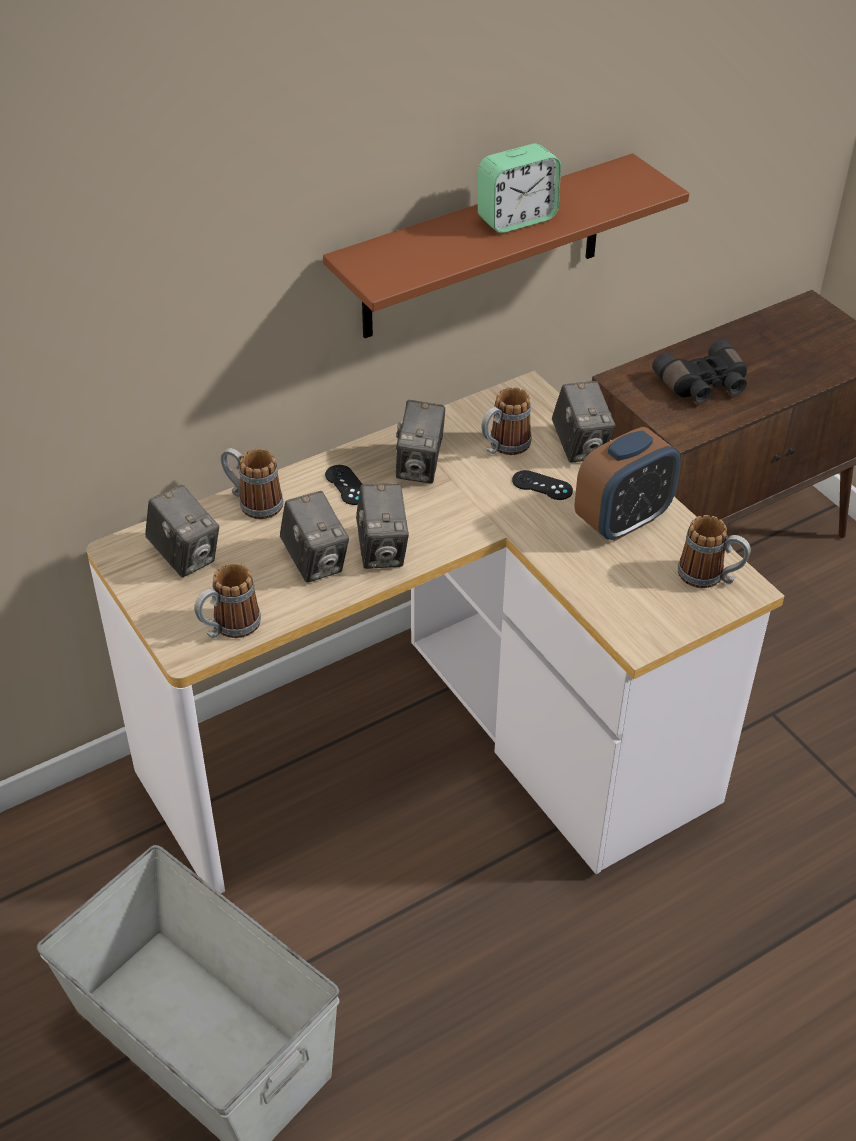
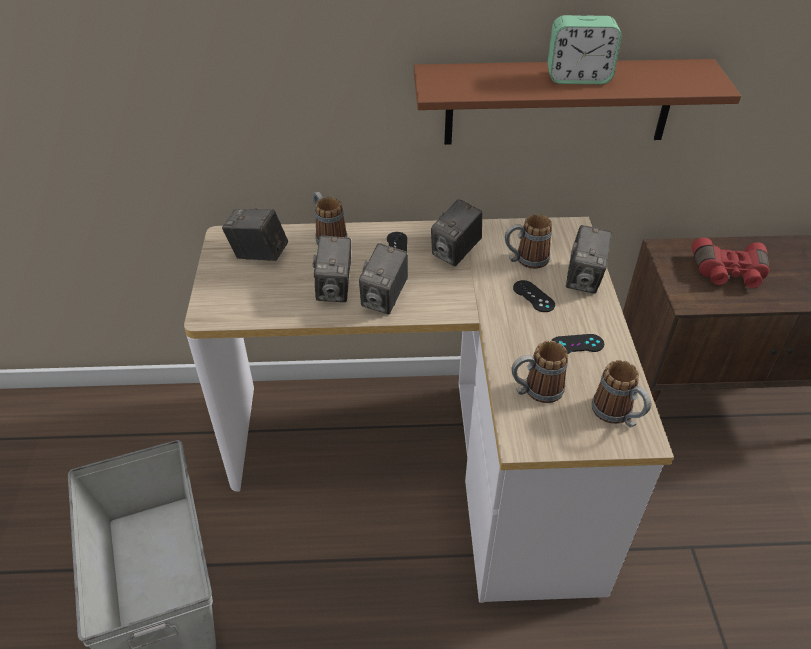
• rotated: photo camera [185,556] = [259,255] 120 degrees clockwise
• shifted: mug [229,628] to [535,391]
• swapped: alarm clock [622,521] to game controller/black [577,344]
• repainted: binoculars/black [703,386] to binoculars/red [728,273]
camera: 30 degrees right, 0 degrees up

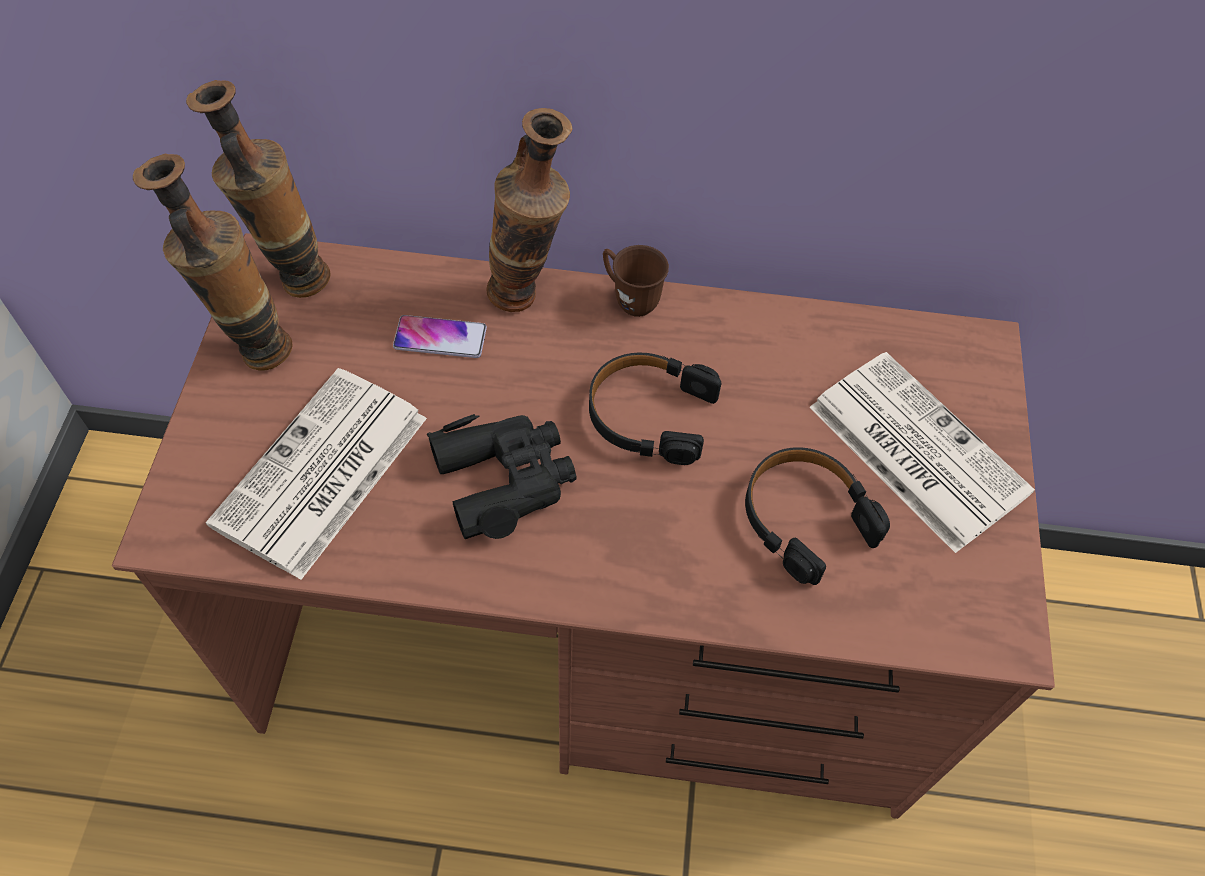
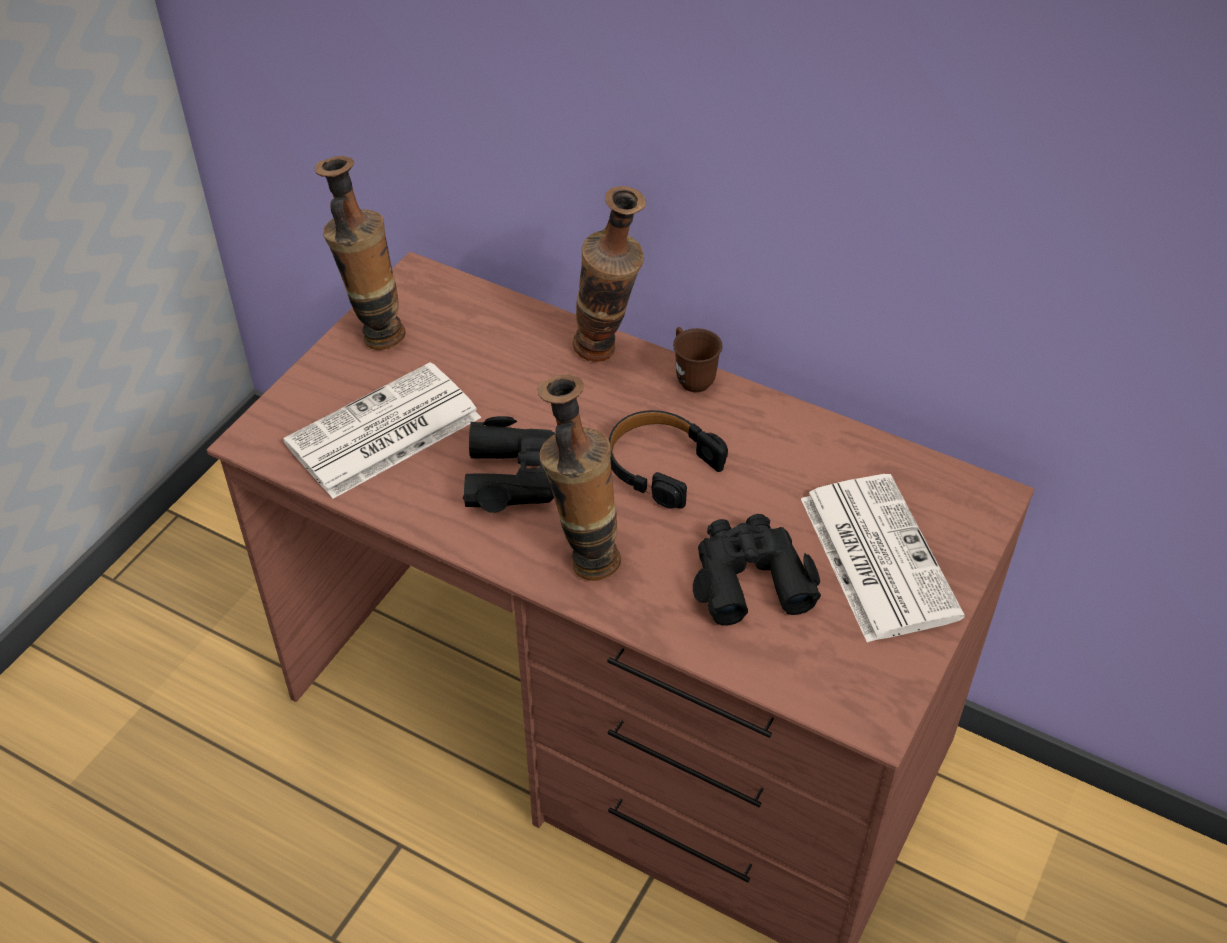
• shifted: vase [291,278] to [583,556]
• gone: phone [440,338]
• swapped: headphones/black [805,518] to binoculars/black [749,577]
camera: 25 degrees right, 10 degrees down

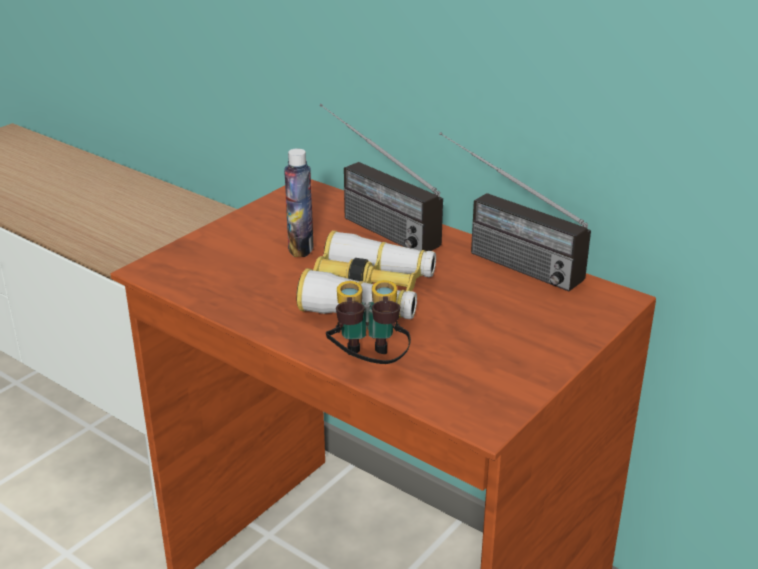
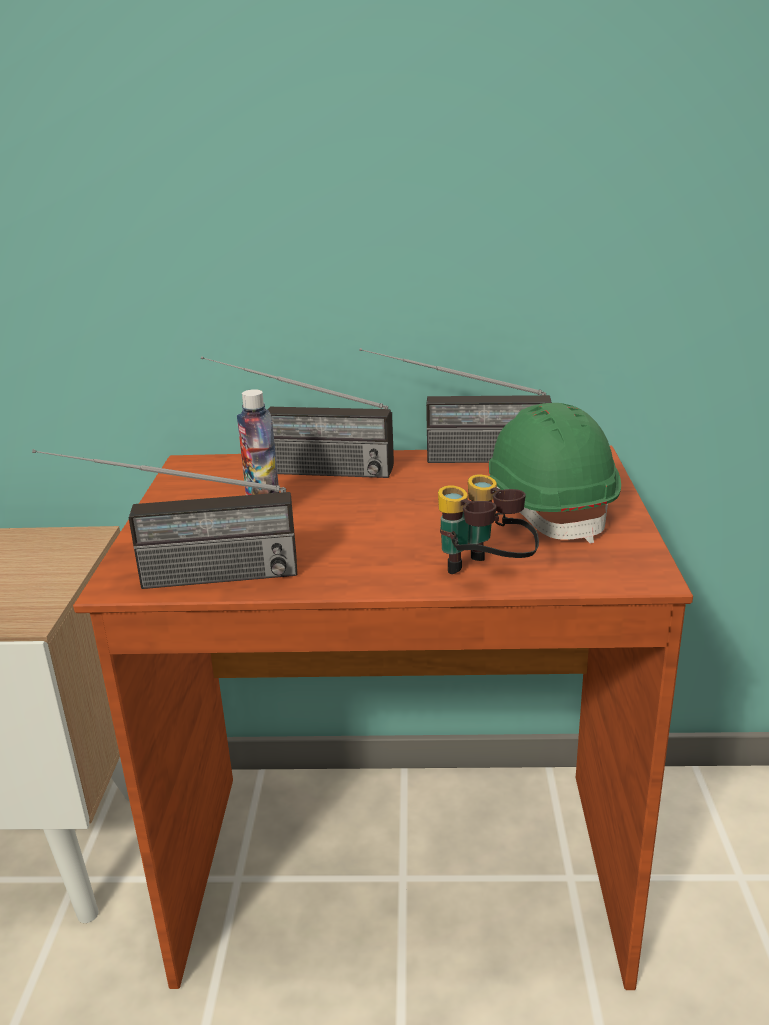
• gone: binoculars [369,294]
• new: radio [178,579]
• new: hard hat/green [546,508]
camera: 35 degrees left, 5 degrees down

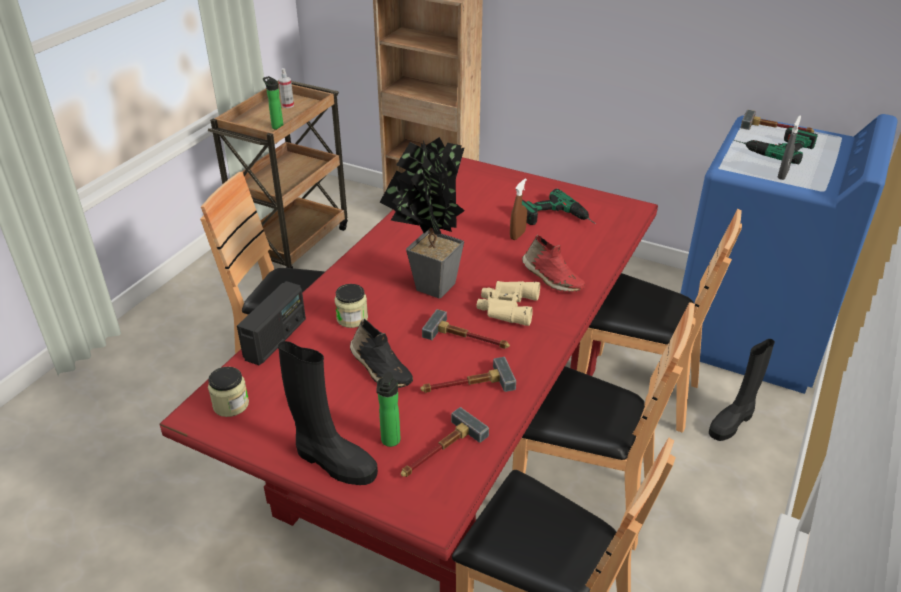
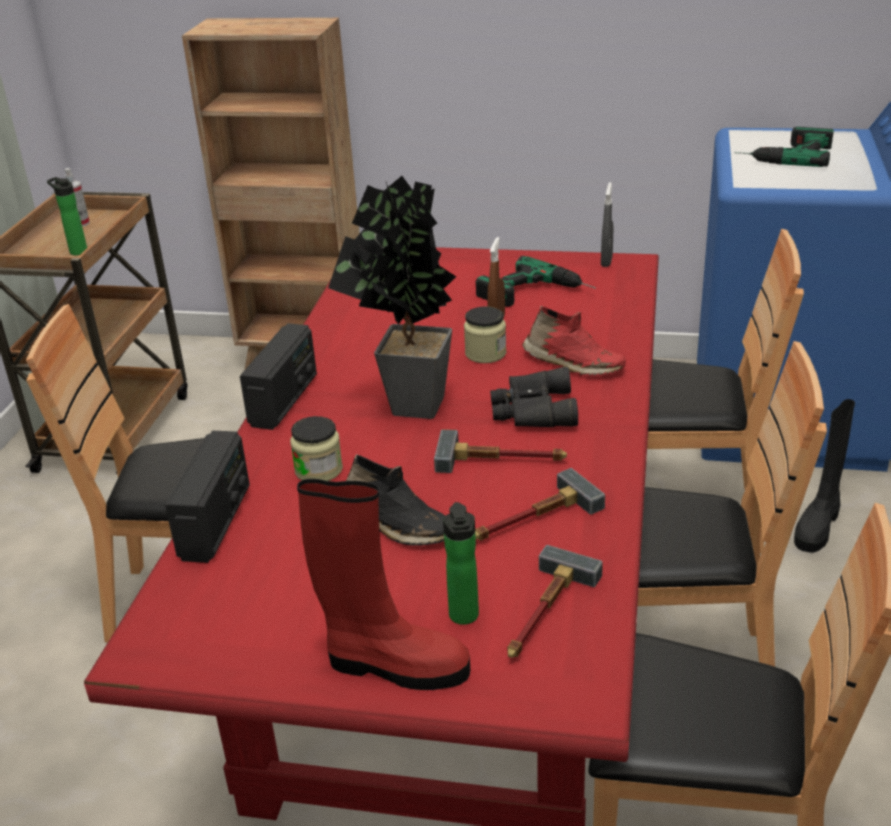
• shifted: jar [231,405] to [485,353]
• repainted: boot/black [333,462] to boot/red [394,666]
• repainted: binoculars/beige [506,307] to binoculars/black [532,410]
• gone: hammer [777,129]
• shifted: spray bottle/grey [782,175] to [606,261]
• new: radio [284,400]
camera: 15 degrees left, 5 degrees down

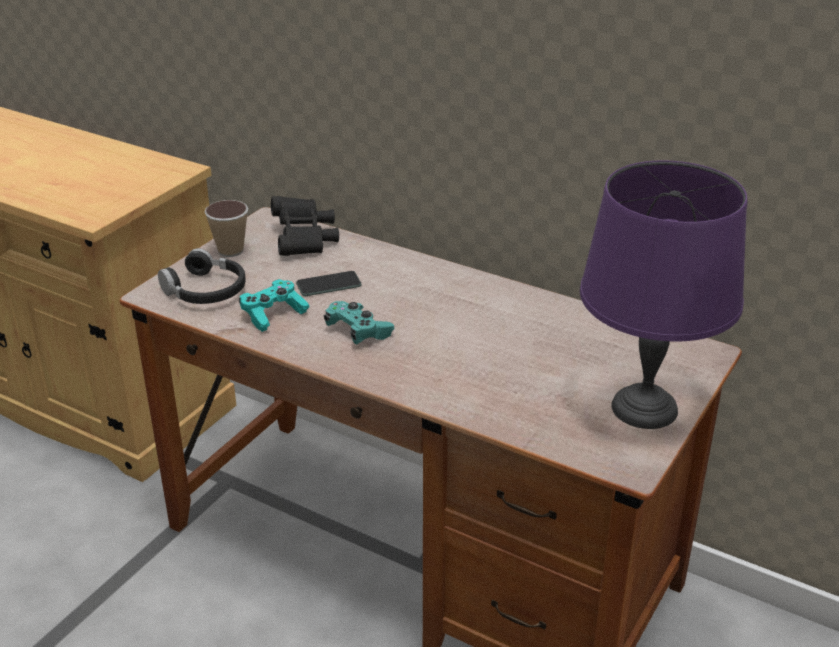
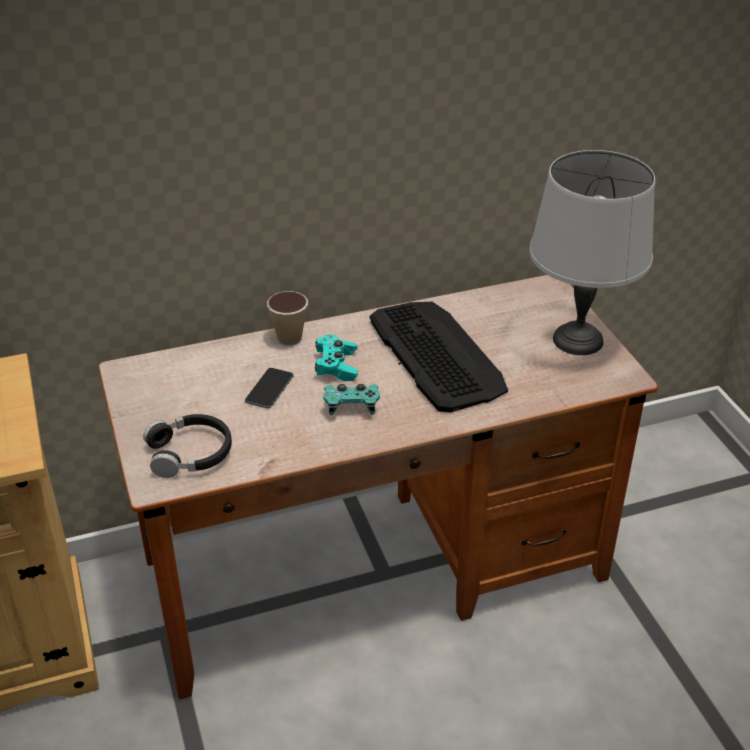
• shifted: cup [230,250] to [289,338]
• shifted: game controller/turquoise [273,314] to [336,366]
• gone: binoculars/black [304,240]
• repainted: table lamp/purple [642,408] to table lamp/grey [577,341]
• new: keyboard [436,354]
camera: 50 degrees left, 5 degrees up

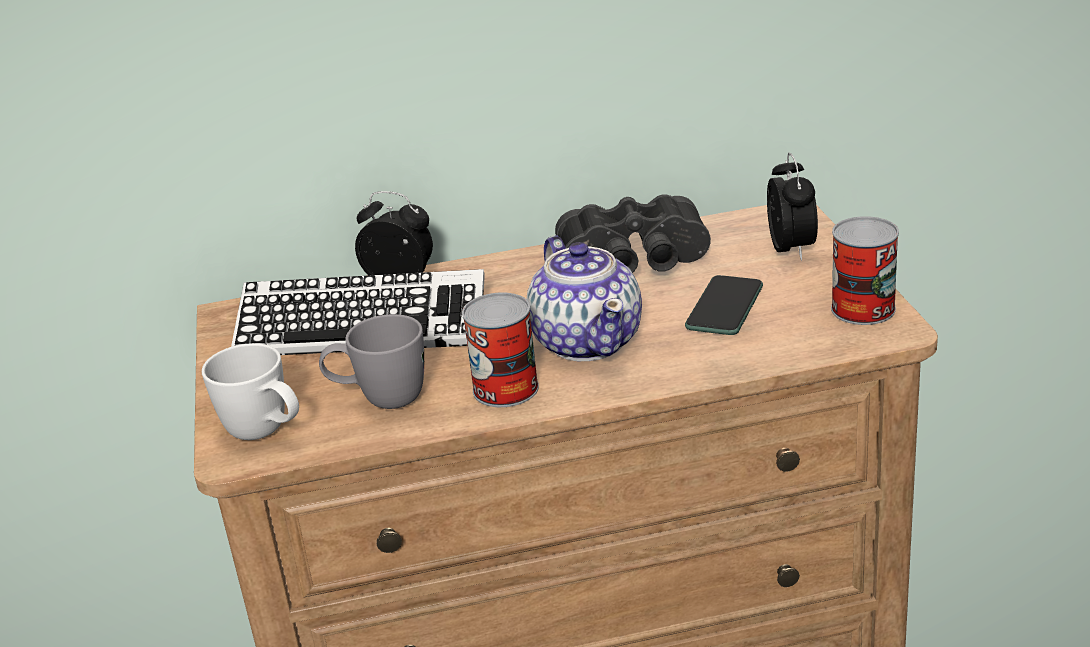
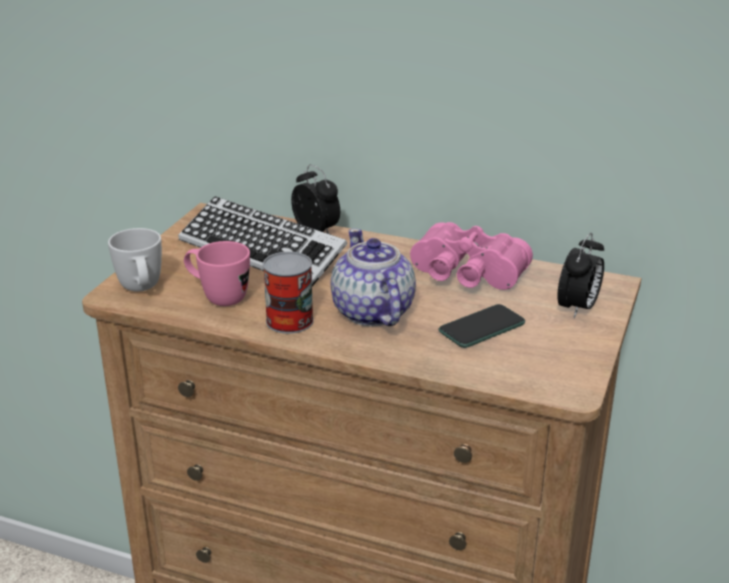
• repainted: mug/grey [380,400] to mug/pink [217,297]
• rotated: teapot [588,341] = [372,313] 150 degrees clockwise
• repainted: binoculars/black [635,262] to binoculars/pink [466,275]
• gone: can [863,309]
camera: 30 degrees right, 0 degrees up

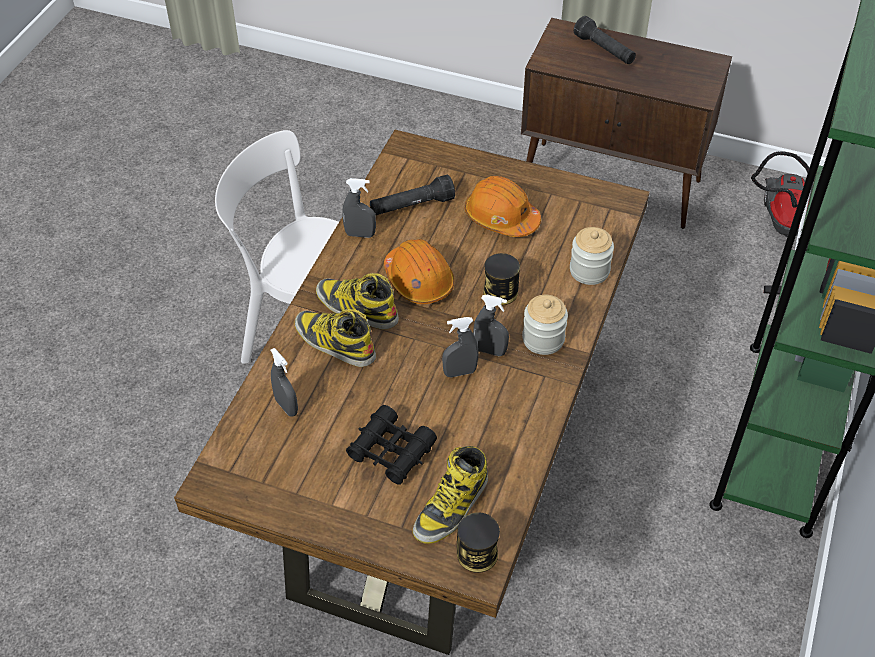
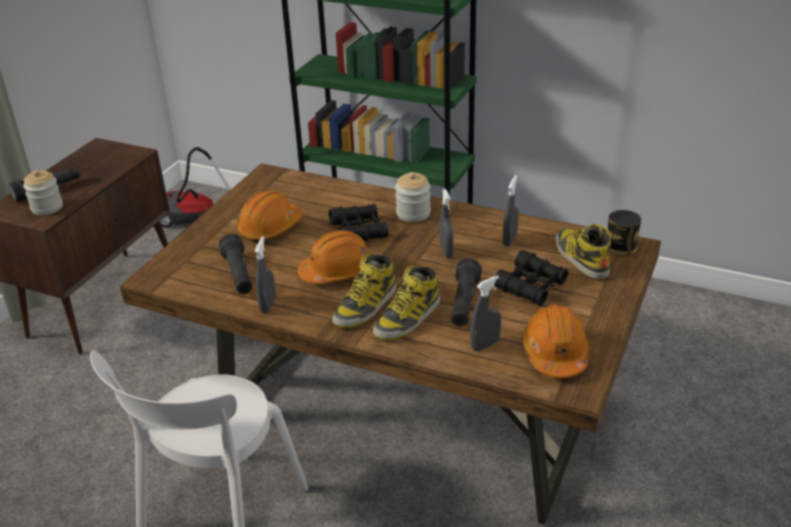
• rotated: boot [451,506] = [580,257] 150 degrees counterclockwise
• shifted: spray bottle/grey [490,350] to [509,240]
• swapped: can [500,292] to binoculars/black [359,231]
• shifted: jar [589,271] to [47,208]
• new: flashlight/black [464,303]
• new: hard hat/orange [555,353]
camera: 85 degrees left, 15 degrees down

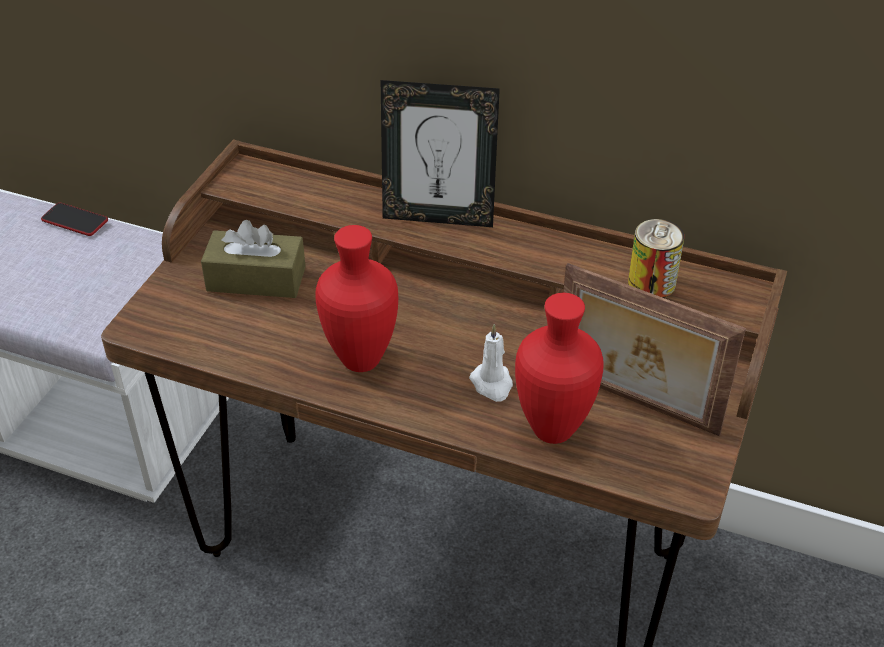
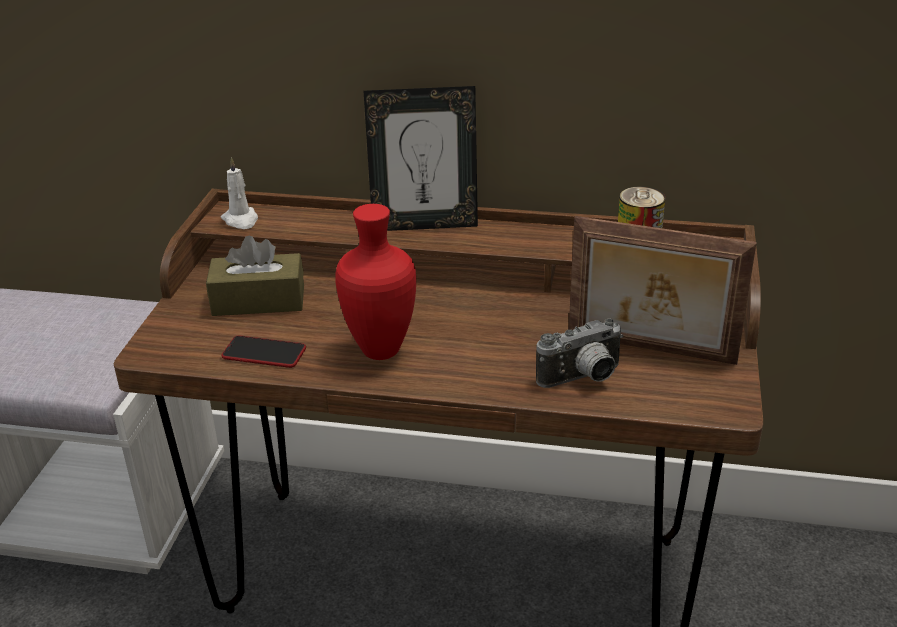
• shifted: phone [75,220] to [264,353]
• shifted: candle/white [492,384] to [241,220]
• swapped: vase/red [554,428] to photo camera [583,379]
camera: 10 degrees left, 10 degrees down

